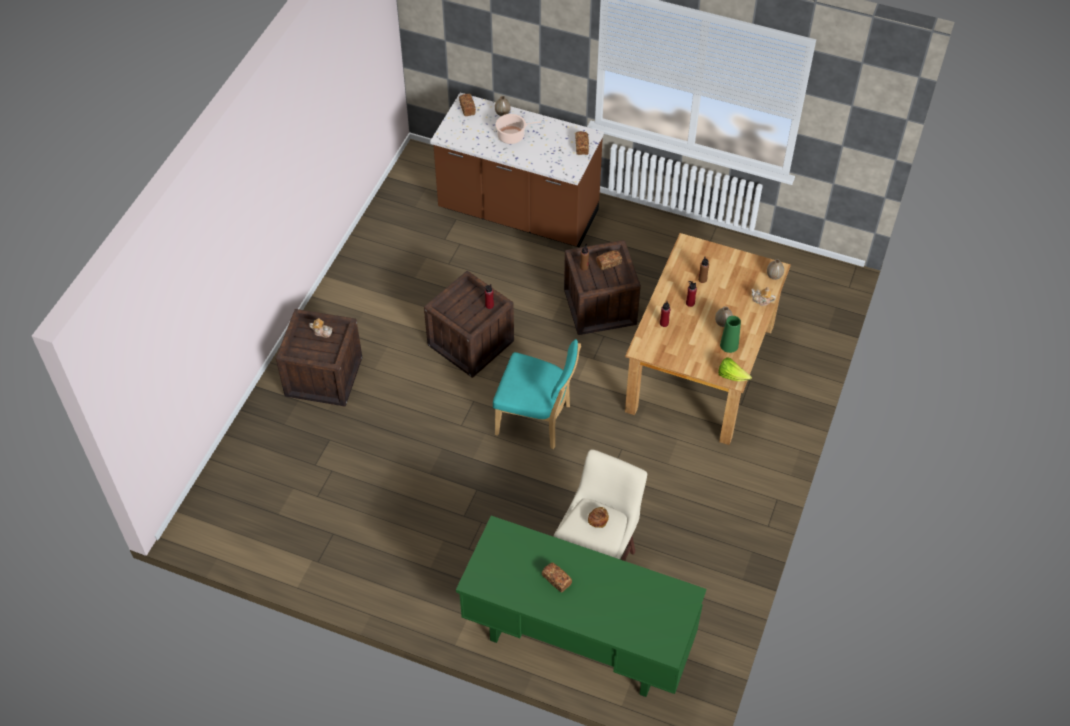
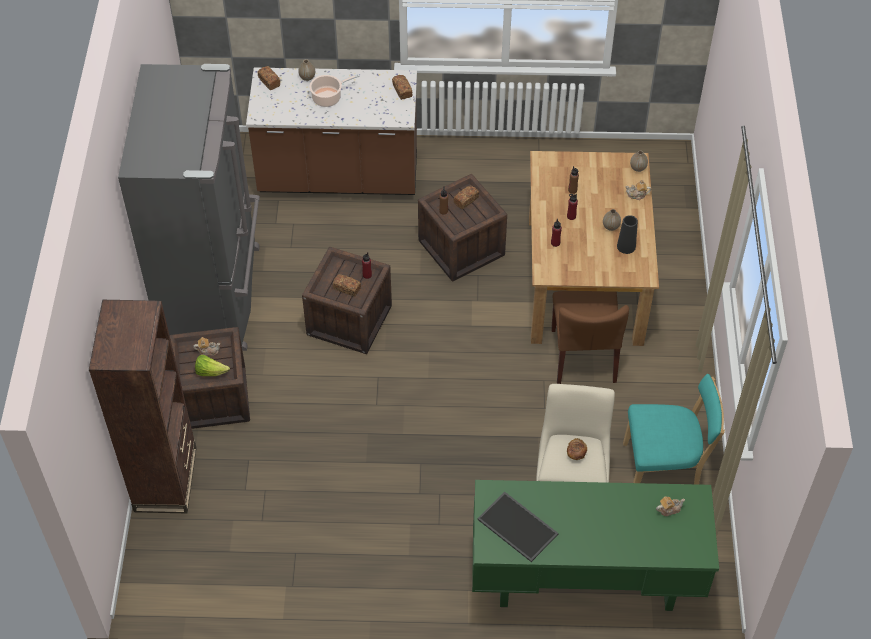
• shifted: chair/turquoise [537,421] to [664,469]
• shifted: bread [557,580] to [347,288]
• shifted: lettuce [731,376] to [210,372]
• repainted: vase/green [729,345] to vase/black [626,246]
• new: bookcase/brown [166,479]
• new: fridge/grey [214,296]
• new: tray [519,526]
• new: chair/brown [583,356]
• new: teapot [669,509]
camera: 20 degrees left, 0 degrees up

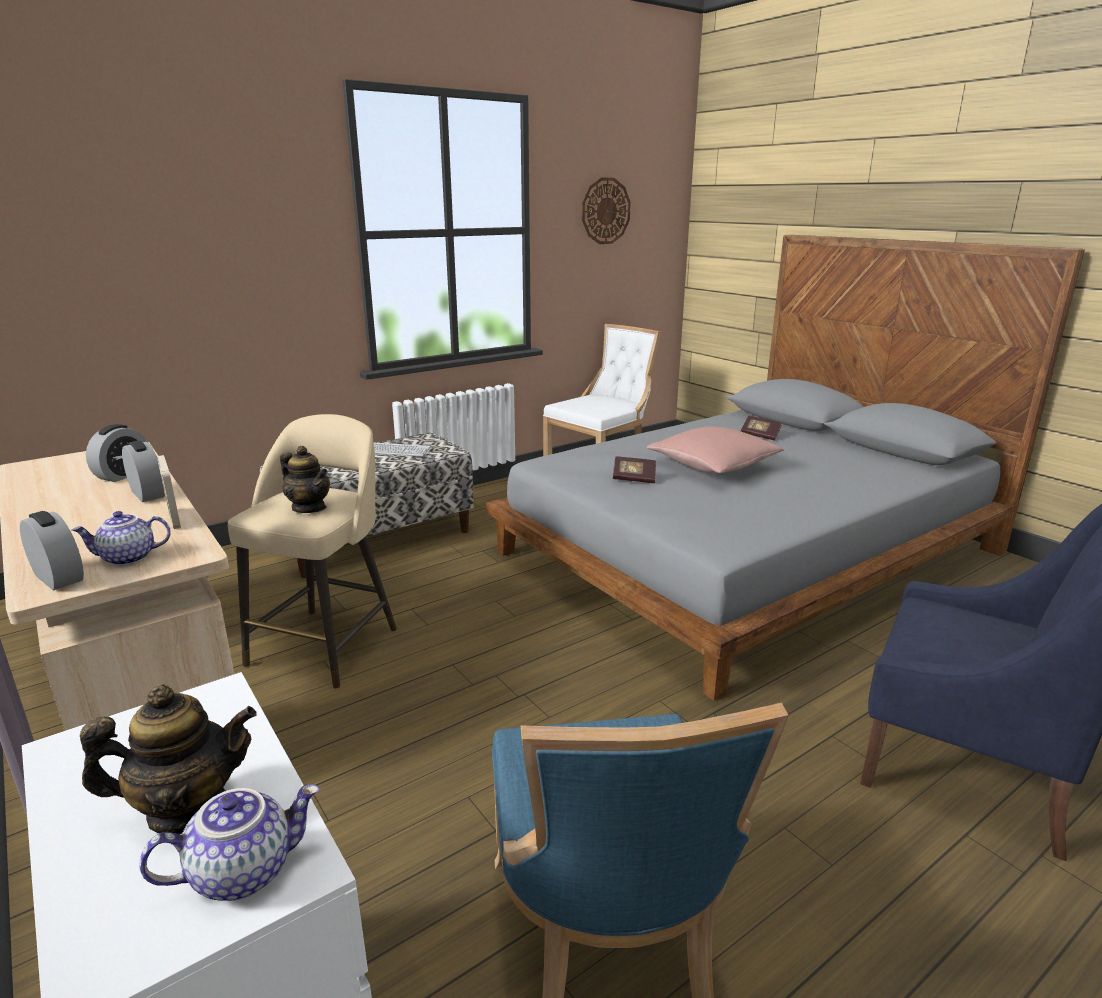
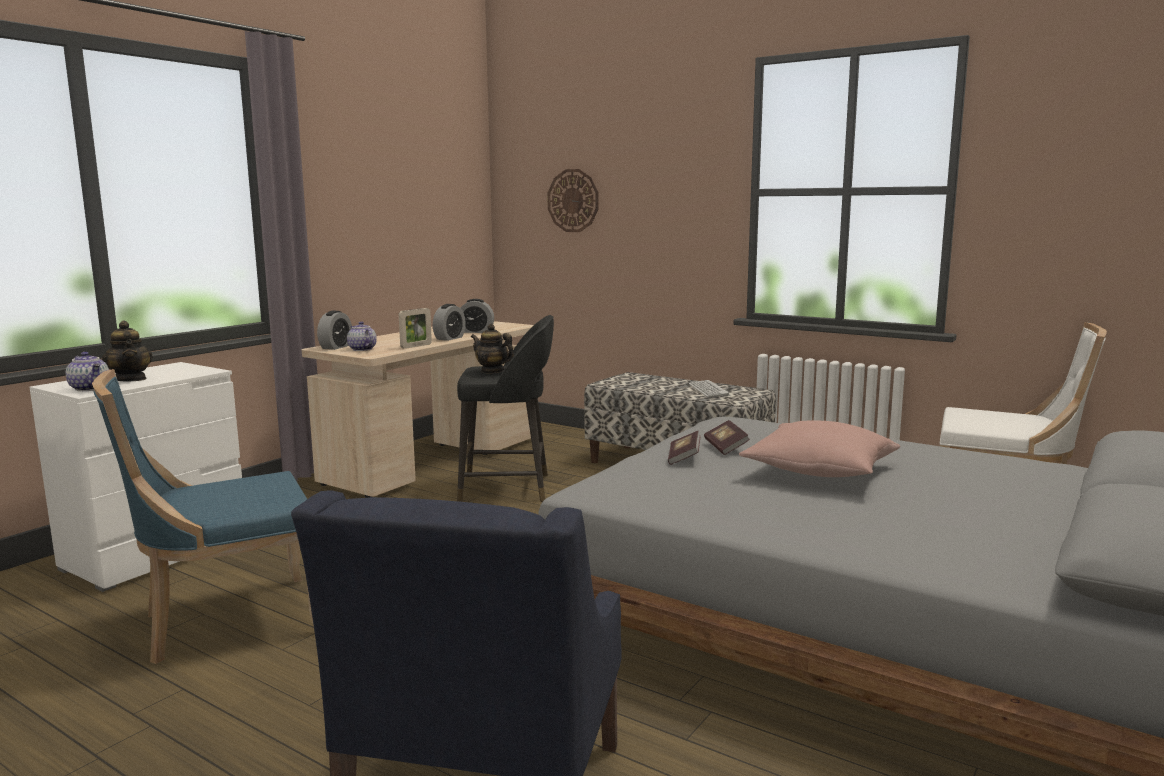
• repainted: stool/beige [326,644] to stool/black [508,488]
• rotated: teapot [309,508] = [492,371] 105 degrees clockwise
• shifted: wall clock [605,211] to [573,200]
• shifted: book [760,435] to [684,458]
camera: 70 degrees right, 10 degrees down

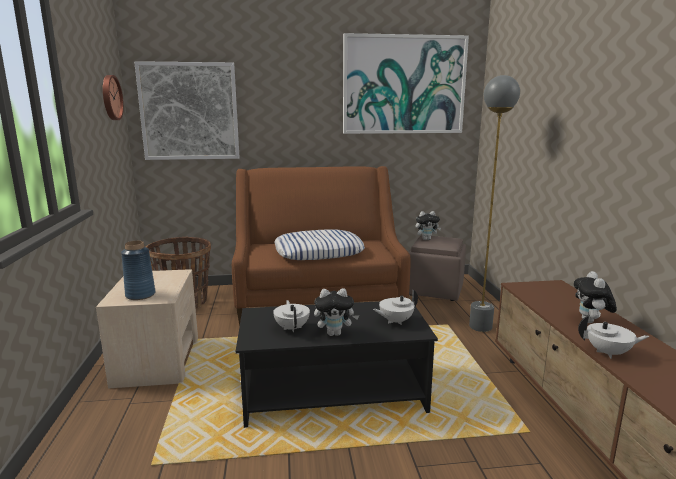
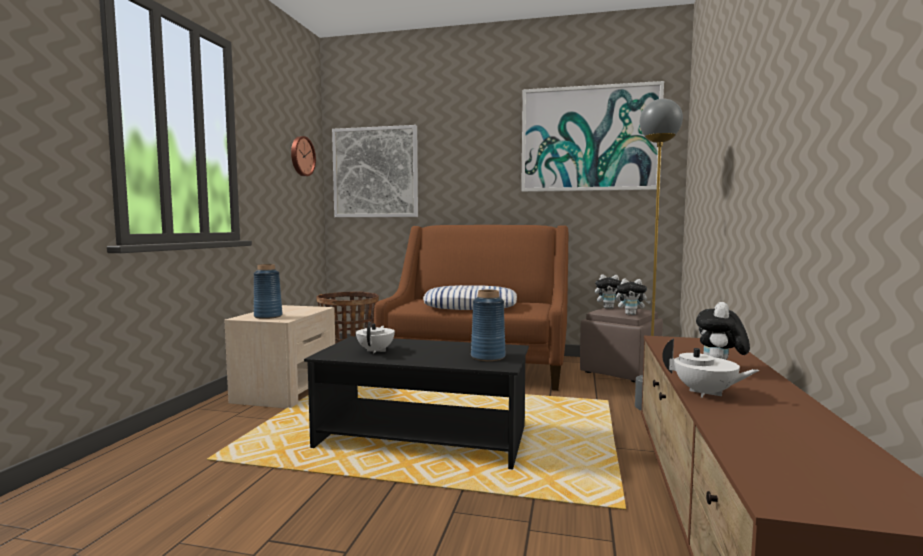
• shifted: plush toy [335,333] to [631,314]
• swapped: teapot/white [395,321] to vase/blue [487,357]
camera: 20 degrees right, 10 degrees down

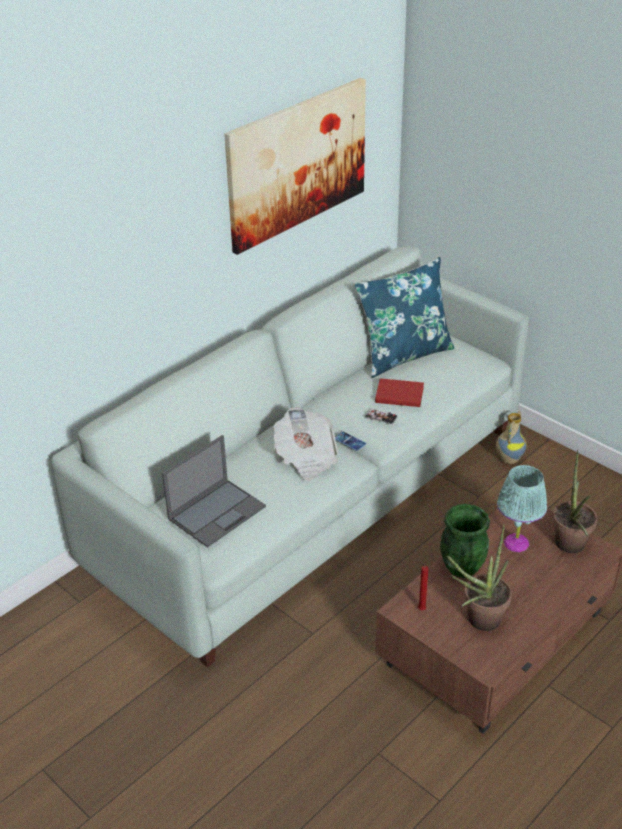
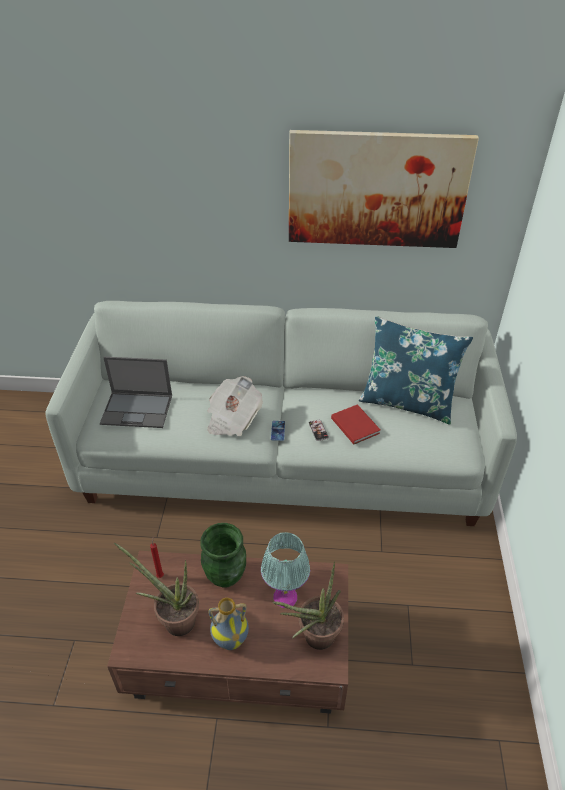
• shifted: vase [508,459] to [230,639]
camera: 50 degrees right, 5 degrees up

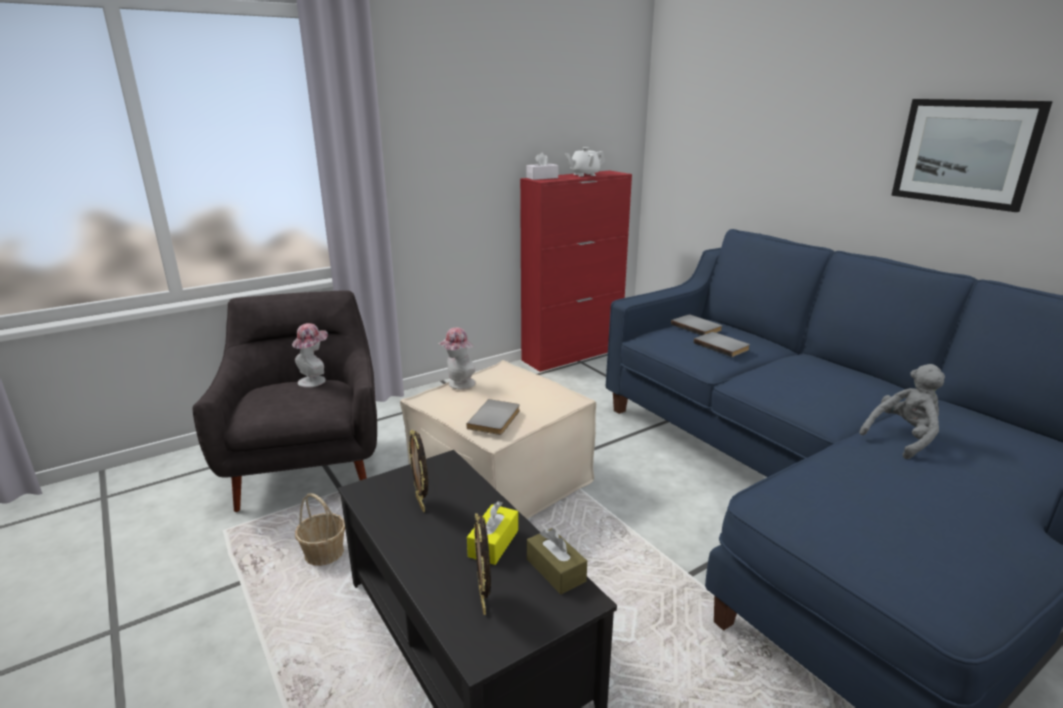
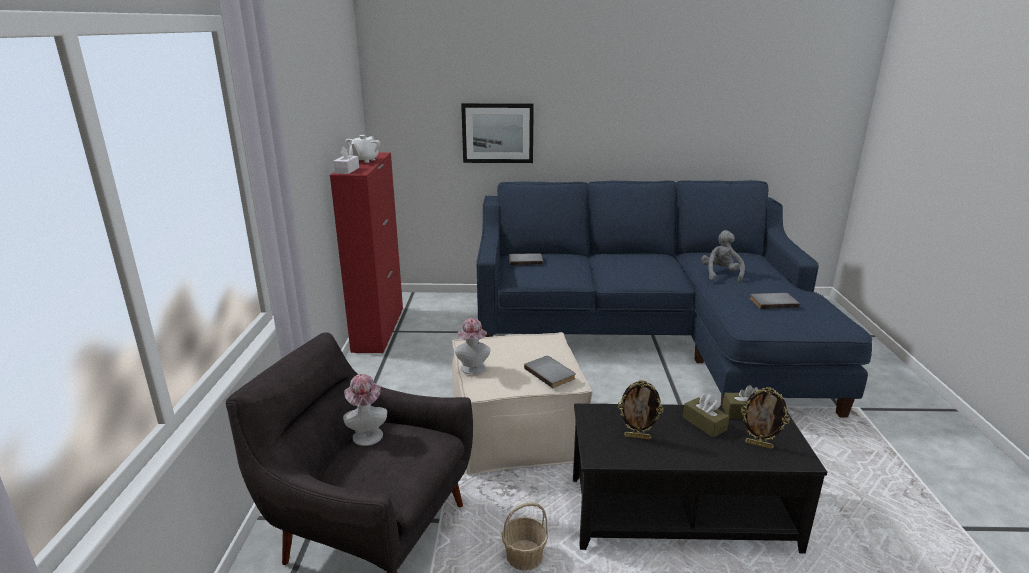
• repainted: tissue box/yellow [493,543] to tissue box/brown [704,424]
• shifted: book/grey [722,346] to [773,302]
• shifted: picture [965,152] to [497,133]
camera: 55 degrees left, 0 degrees up

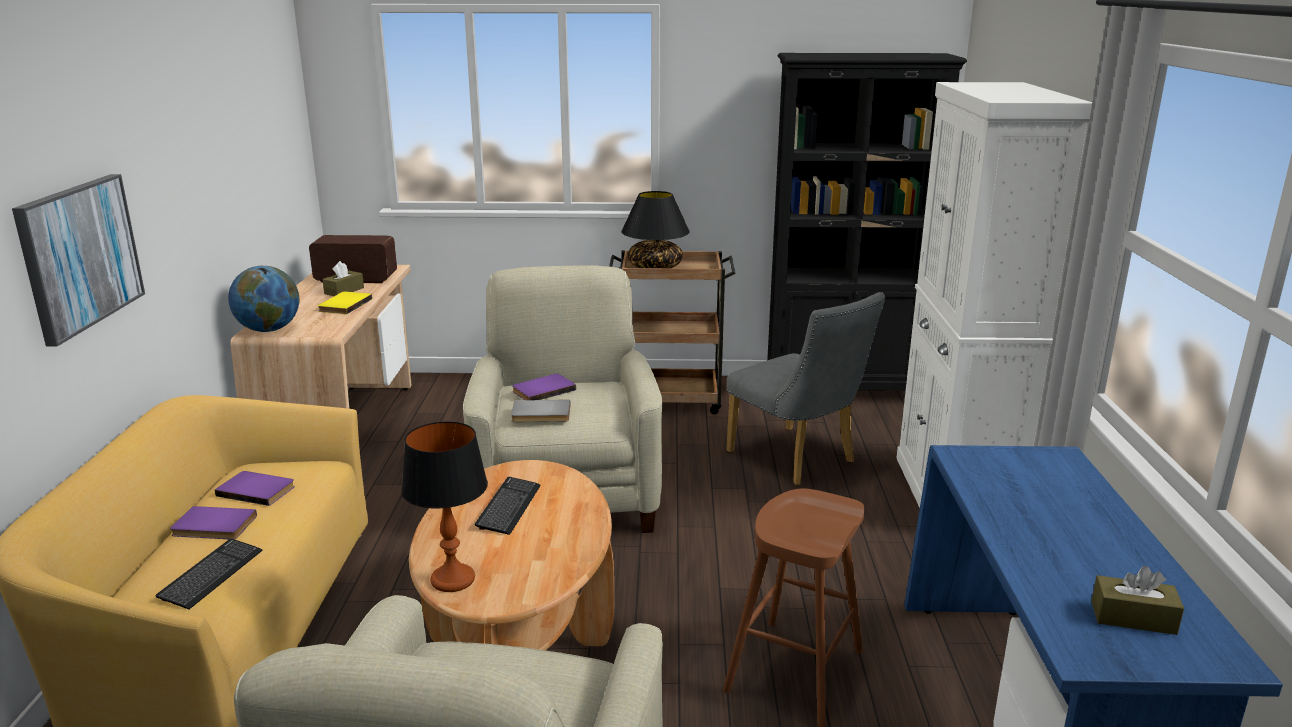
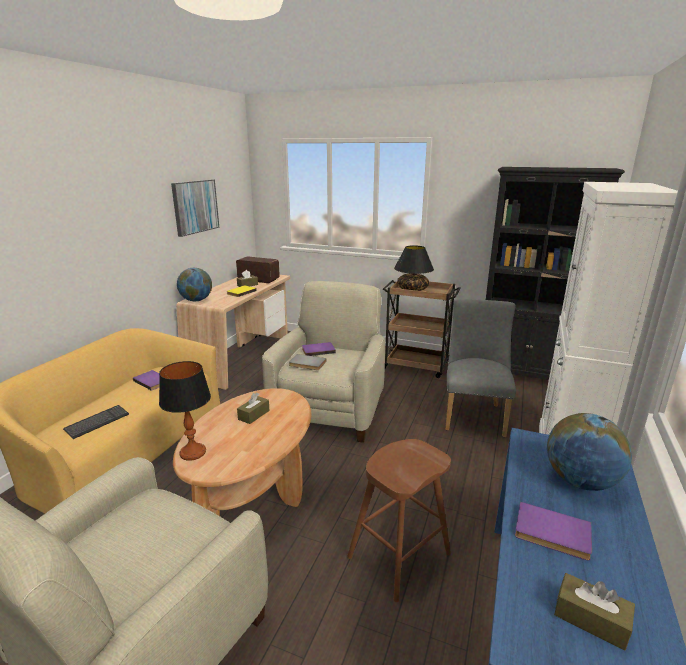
• shifted: picture [80,255] to [195,206]
• shifted: book/purple [213,527] to [552,534]
• swapped: keyboard [509,507] to tissue box/brown [254,415]
• rotated: chair/grey [798,460] = [473,414] 150 degrees counterclockwise
• new: globe [580,481]
camera: 20 degrees right, 0 degrees up

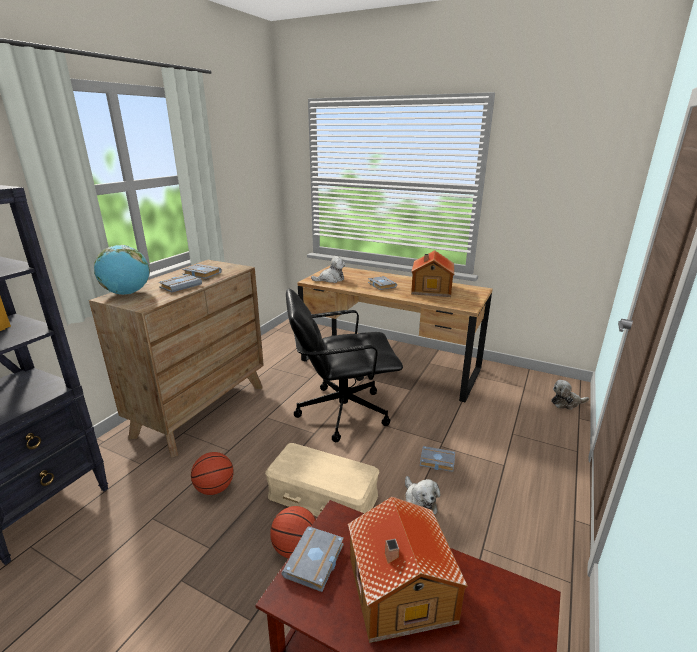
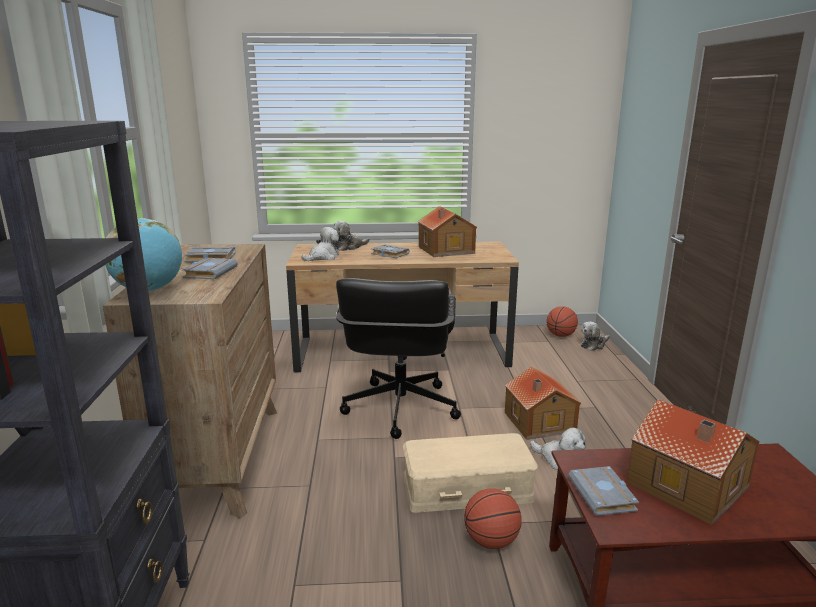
• shifted: basketball [215,488] to [560,335]
• rotated: office chair/black [341,411] = [399,408] 45 degrees counterclockwise
• swapped: book/grey [436,461] to toy house [538,423]
• new: plush toy [349,247]
camera: 30 degrees left, 5 degrees down

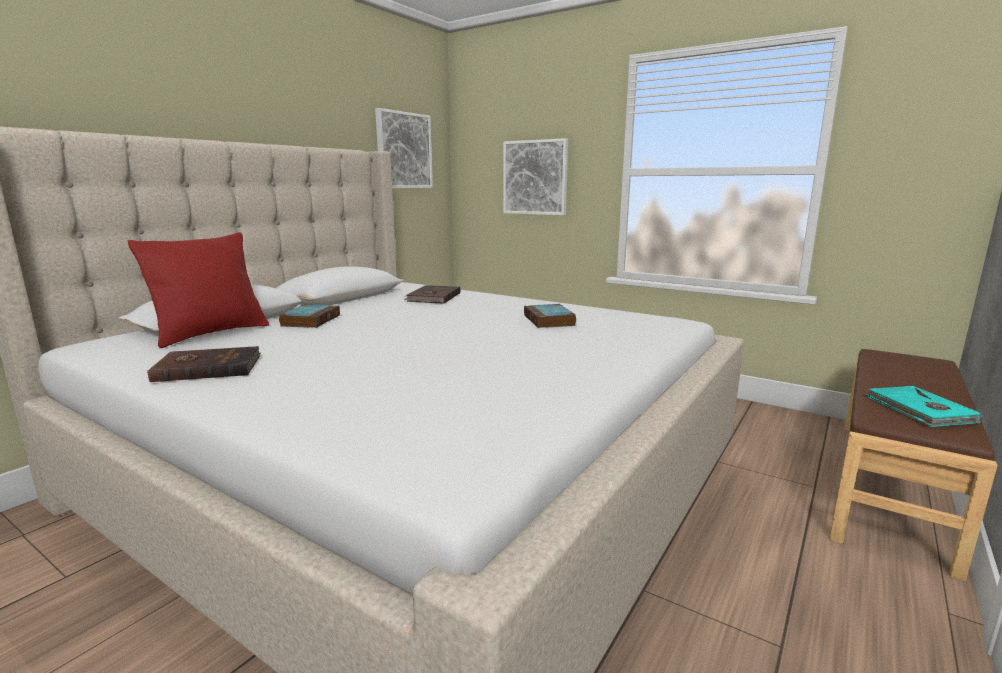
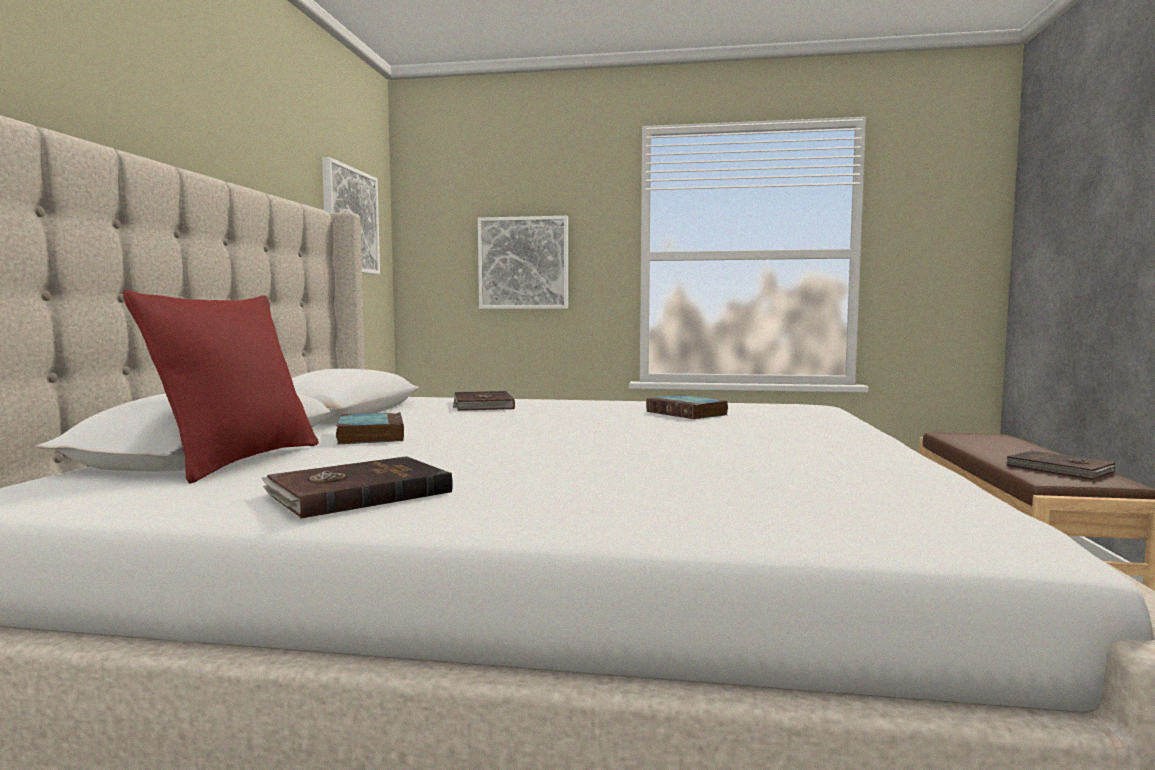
• repainted: book/turquoise [919,410] to book/brown [1059,469]
camera: 25 degrees left, 10 degrees down

